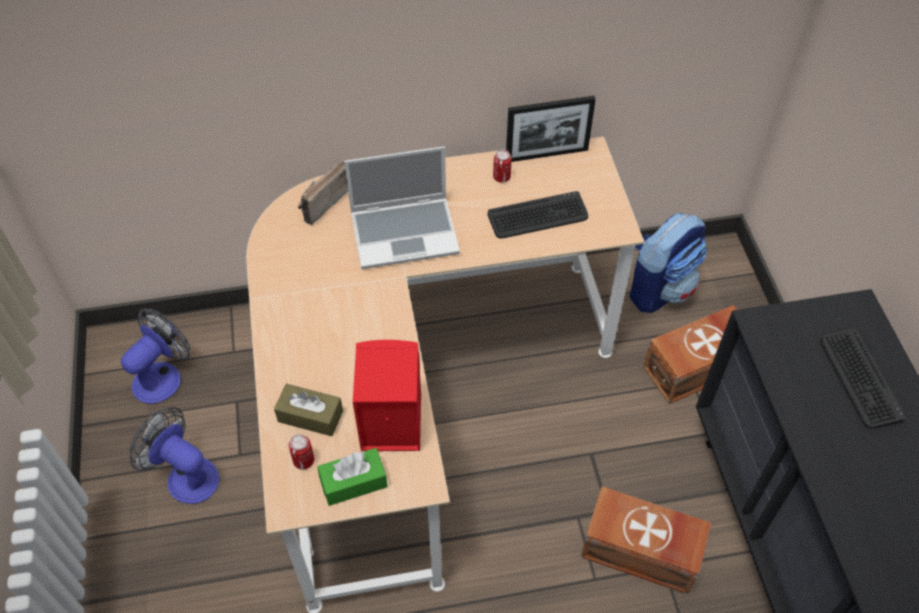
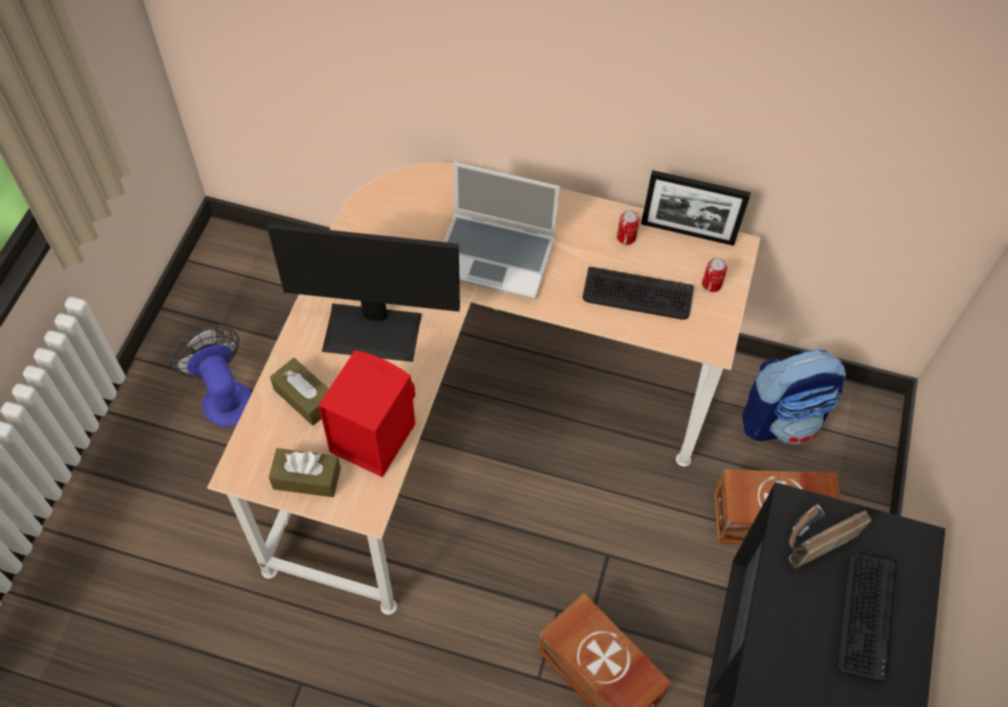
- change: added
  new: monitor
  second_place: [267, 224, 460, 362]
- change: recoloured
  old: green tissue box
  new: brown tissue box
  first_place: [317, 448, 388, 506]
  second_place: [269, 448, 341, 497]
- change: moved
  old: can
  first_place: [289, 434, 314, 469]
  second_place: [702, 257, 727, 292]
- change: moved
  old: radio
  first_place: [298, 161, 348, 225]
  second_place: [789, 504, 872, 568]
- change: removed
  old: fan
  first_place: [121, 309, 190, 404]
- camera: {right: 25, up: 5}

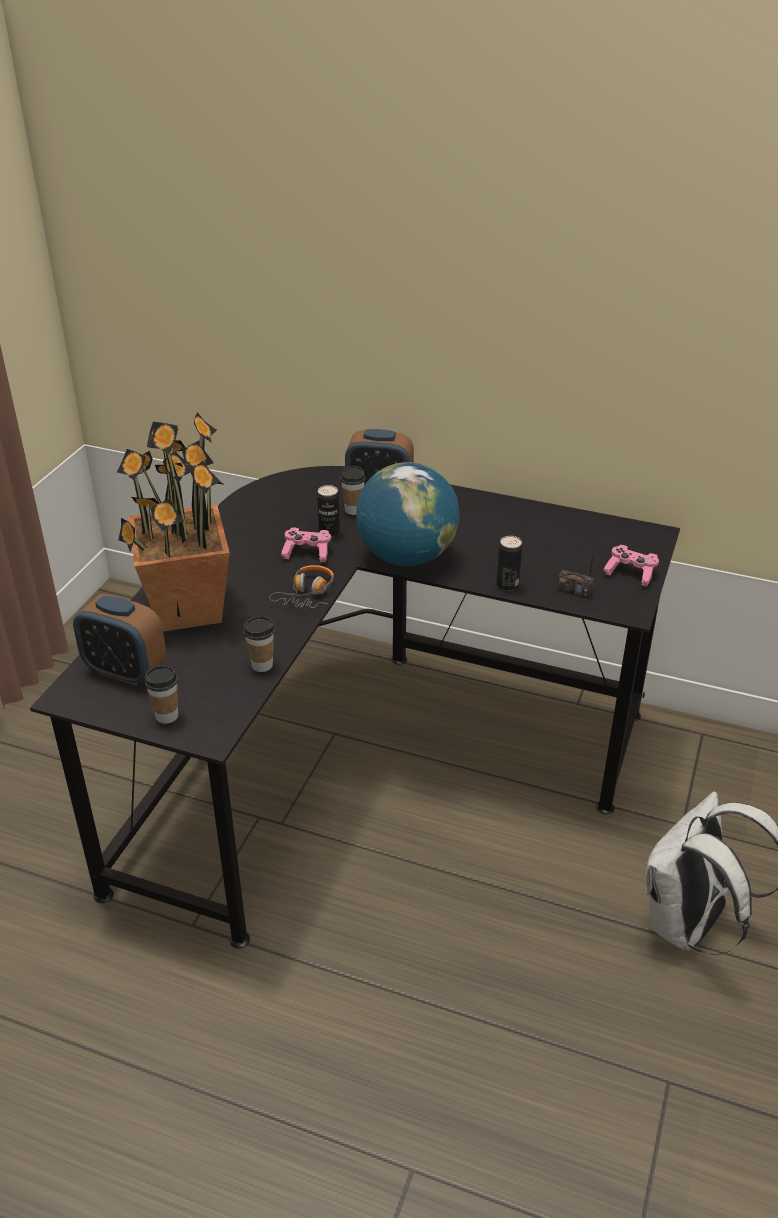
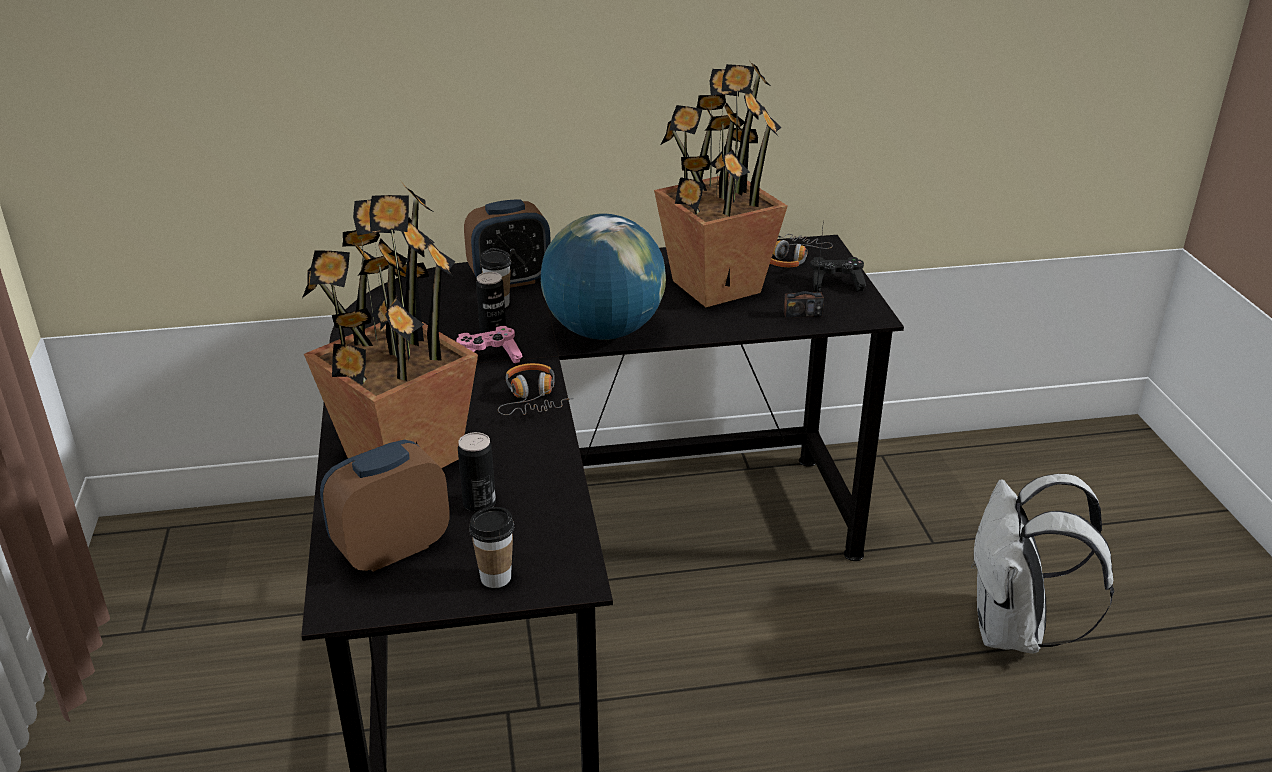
- change: turned
  old: alarm clock
  first_place: [73, 594, 166, 685]
  second_place: [320, 440, 450, 572]
  degrees: 150
- change: moved
  old: can
  first_place: [496, 536, 522, 591]
  second_place: [458, 432, 496, 512]
- change: added
  new: potted plant
  second_place: [654, 60, 788, 307]
- change: added
  new: headphones
  second_place: [770, 234, 833, 267]
- change: recoloured
  old: pink game controller
  new: black game controller
  first_place: [603, 545, 659, 587]
  second_place: [810, 257, 866, 291]
- change: removed
  old: cup
  first_place: [244, 616, 275, 672]
- camera: {right: -30, up: -5}

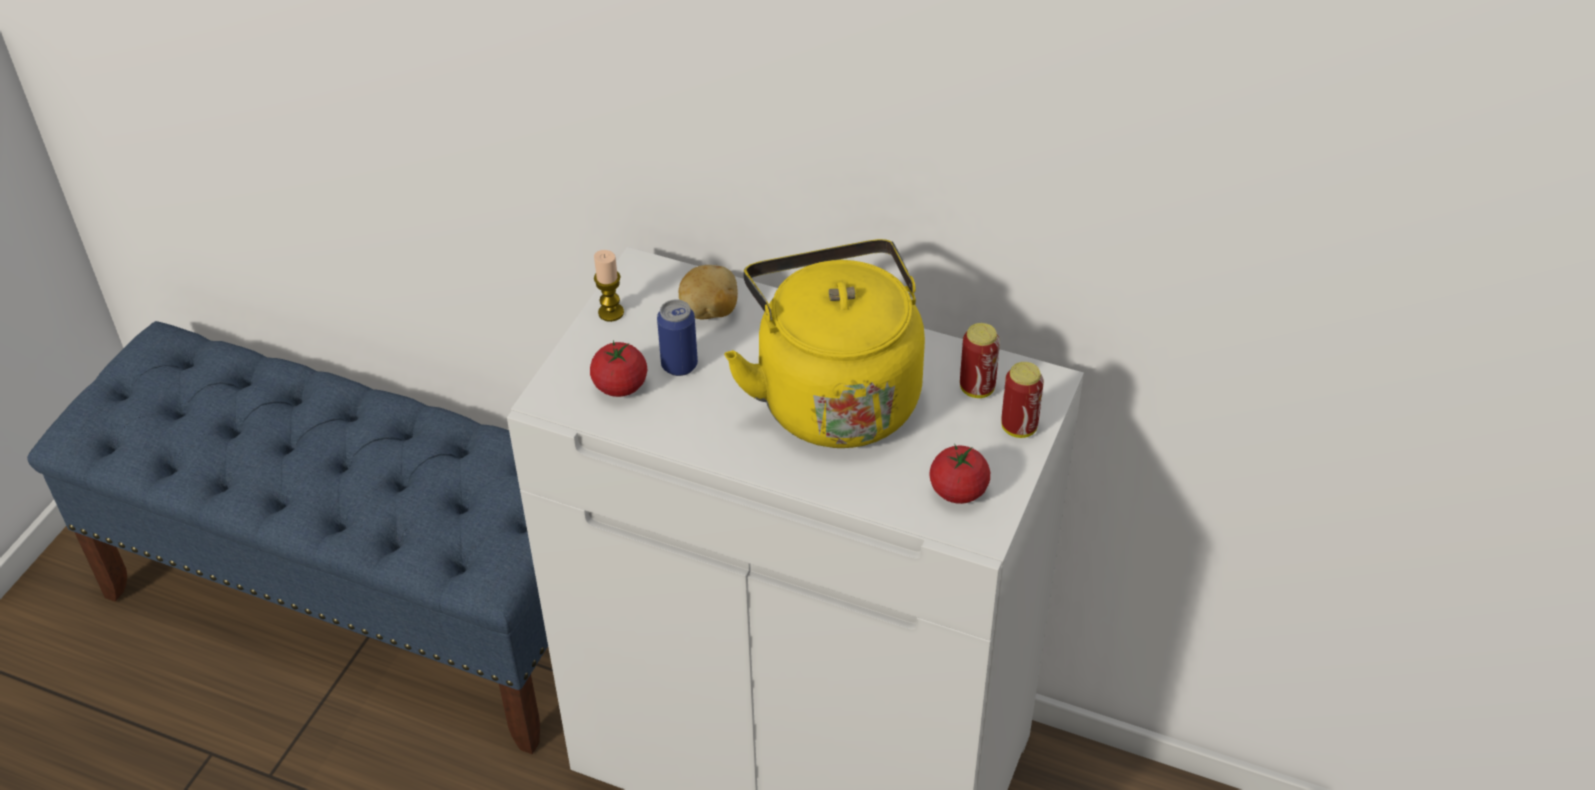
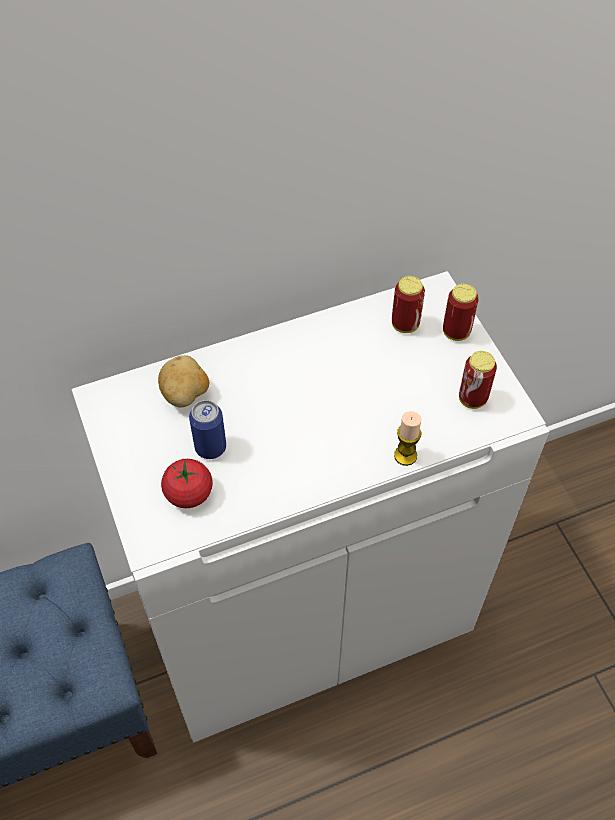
- change: moved
  old: candle
  first_place: [594, 250, 624, 322]
  second_place: [394, 411, 422, 466]
- change: replaced
  old: tomato
  new: can
  first_place: [929, 444, 990, 504]
  second_place: [459, 351, 497, 409]
- change: removed
  old: yellow kettle
  first_place: [724, 239, 925, 448]
- camera: {right: -45, up: 10}

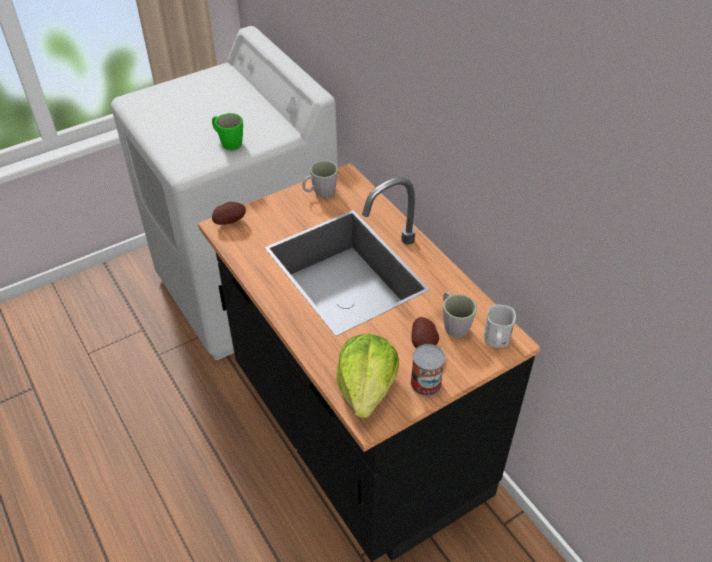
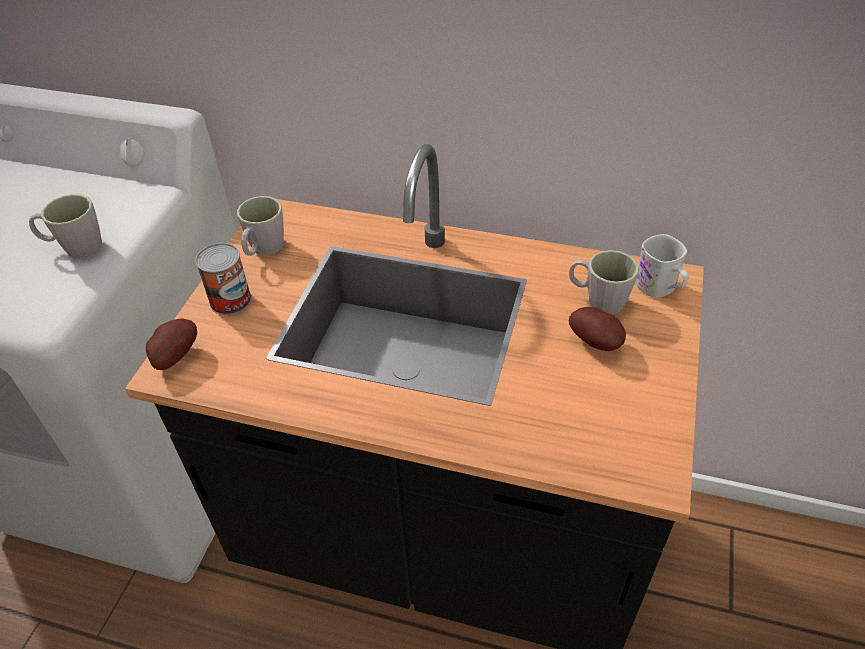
- change: recoloured
  old: green mug
  new: grey mug
  first_place: [212, 113, 243, 150]
  second_place: [29, 194, 102, 259]
- change: moved
  old: can
  first_place: [411, 344, 445, 396]
  second_place: [195, 243, 252, 315]
- change: removed
  old: lettuce
  first_place: [336, 334, 399, 418]
- camera: {right: -40, up: 0}

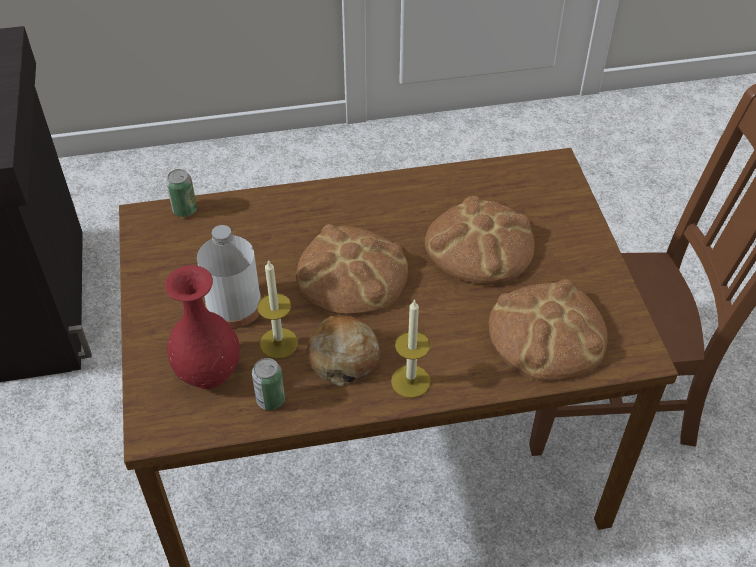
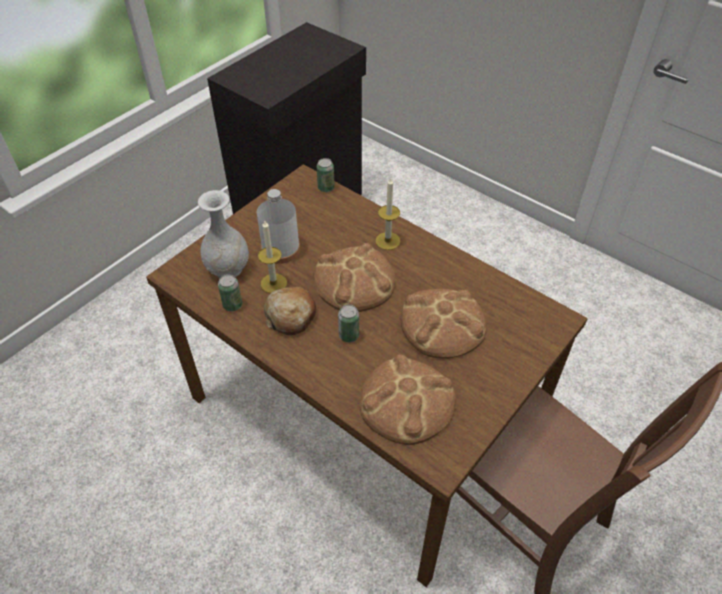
- change: recoloured
  old: red vase
  new: white vase
  first_place: [165, 265, 240, 389]
  second_place: [198, 190, 249, 278]
- change: added
  new: can
  second_place: [338, 304, 359, 342]
- change: moved
  old: candle
  first_place: [391, 299, 431, 398]
  second_place: [375, 177, 400, 250]
- camera: {right: 50, up: 0}

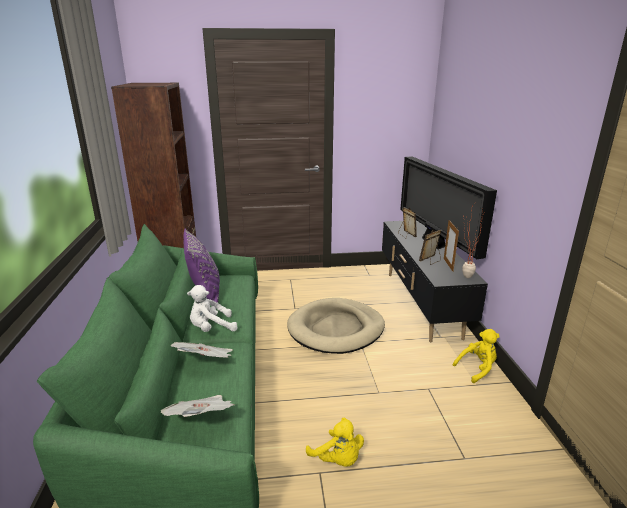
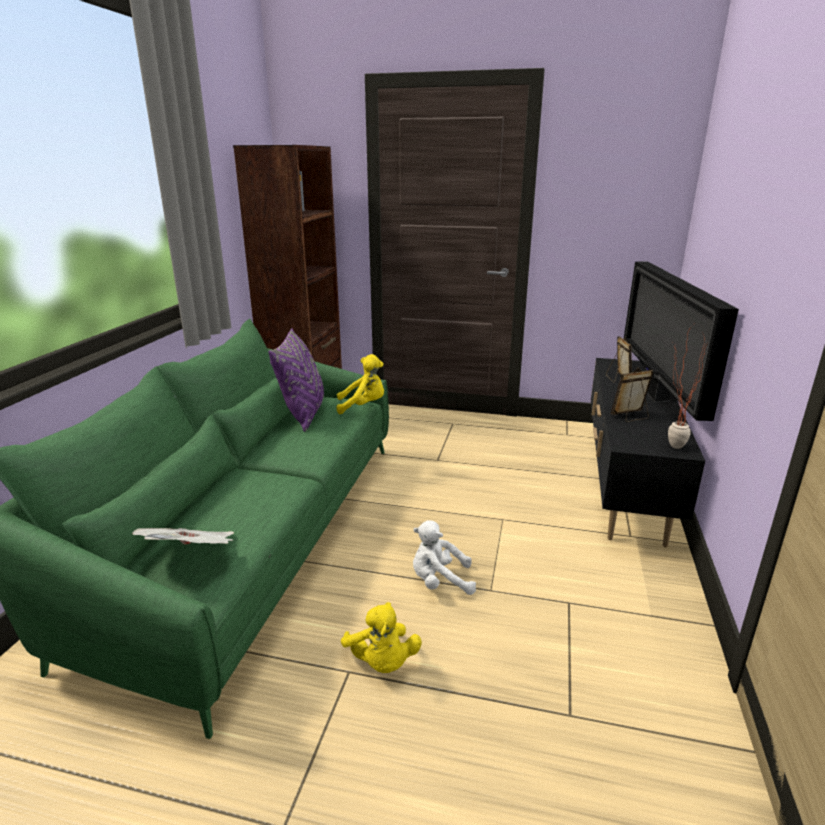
- change: moved
  old: yellow plush toy
  first_place: [453, 329, 500, 383]
  second_place: [337, 354, 384, 414]
- change: moved
  old: white plush toy
  first_place: [187, 285, 238, 332]
  second_place: [413, 520, 476, 595]
- change: removed
  old: newspaper
  first_place: [171, 342, 233, 358]
- change: removed
  old: beige dog bed
  first_place: [287, 298, 385, 354]
- change: removed
  old: picture frame
  first_place: [444, 220, 459, 272]
- camera: {right: 20, up: 0}

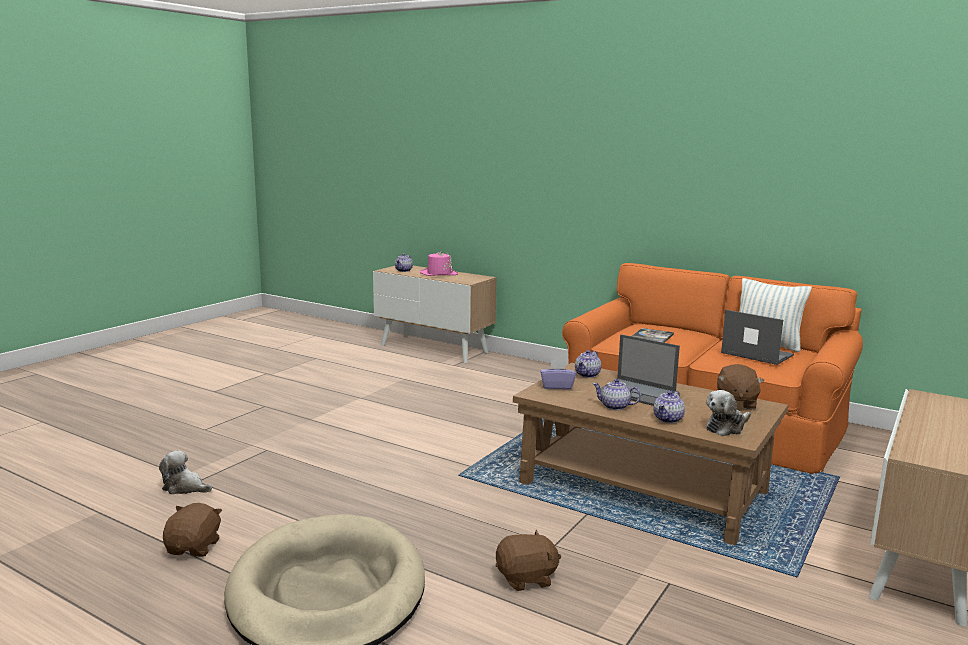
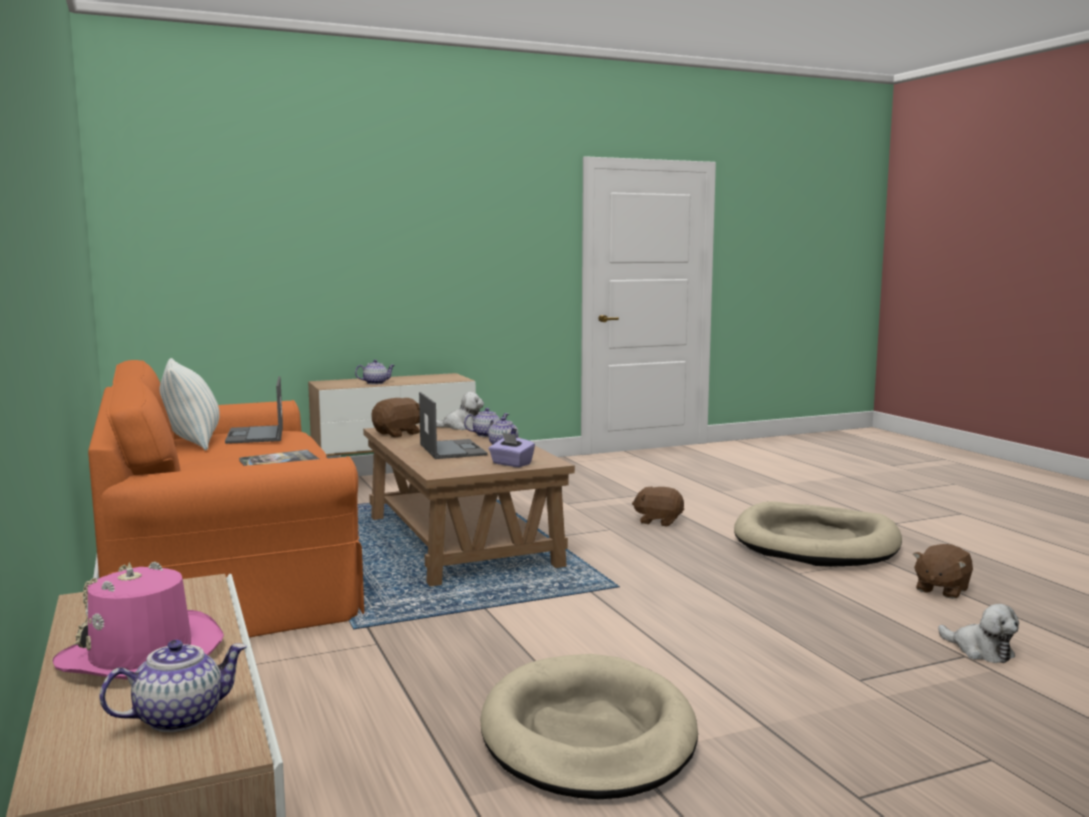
- change: moved
  old: teapot
  first_place: [575, 350, 601, 378]
  second_place: [355, 360, 395, 385]
- change: added
  new: beige dog bed
  second_place: [480, 654, 698, 799]
- camera: {right: -145, up: -5}

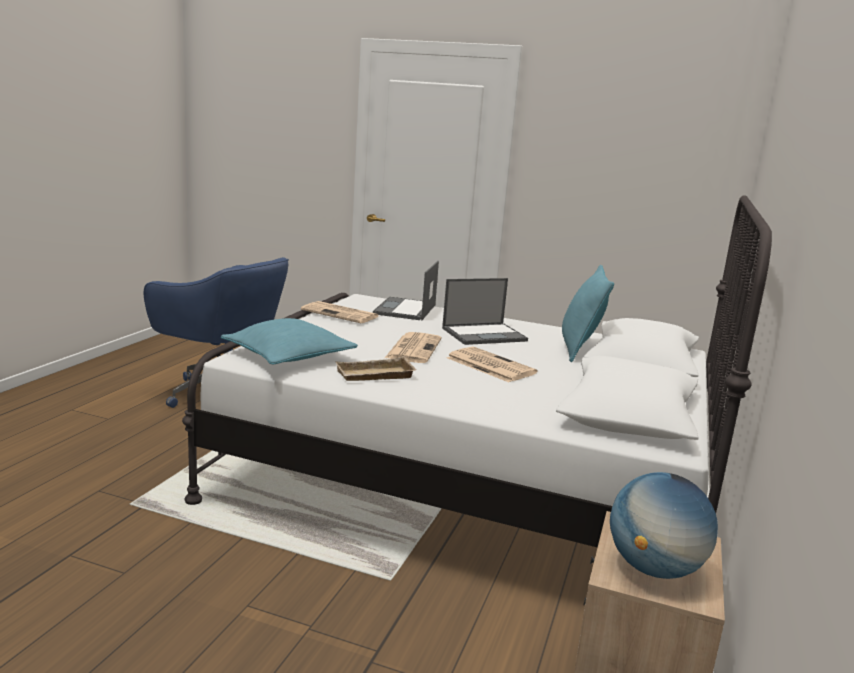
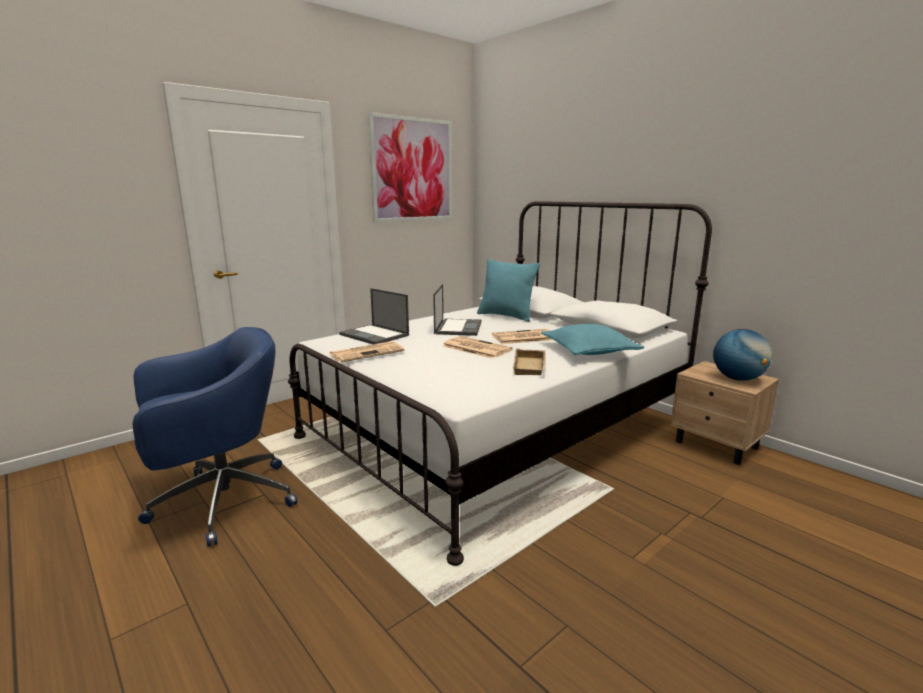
- change: added
  new: picture
  second_place: [368, 112, 452, 222]
- change: moved
  old: turquoise pillow
  first_place: [221, 318, 358, 365]
  second_place: [541, 324, 644, 355]
- camera: {right: -60, up: 0}

